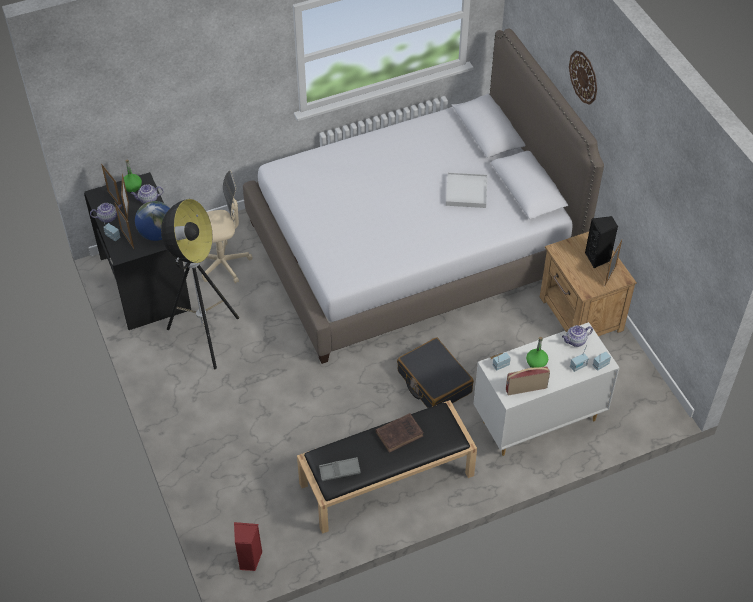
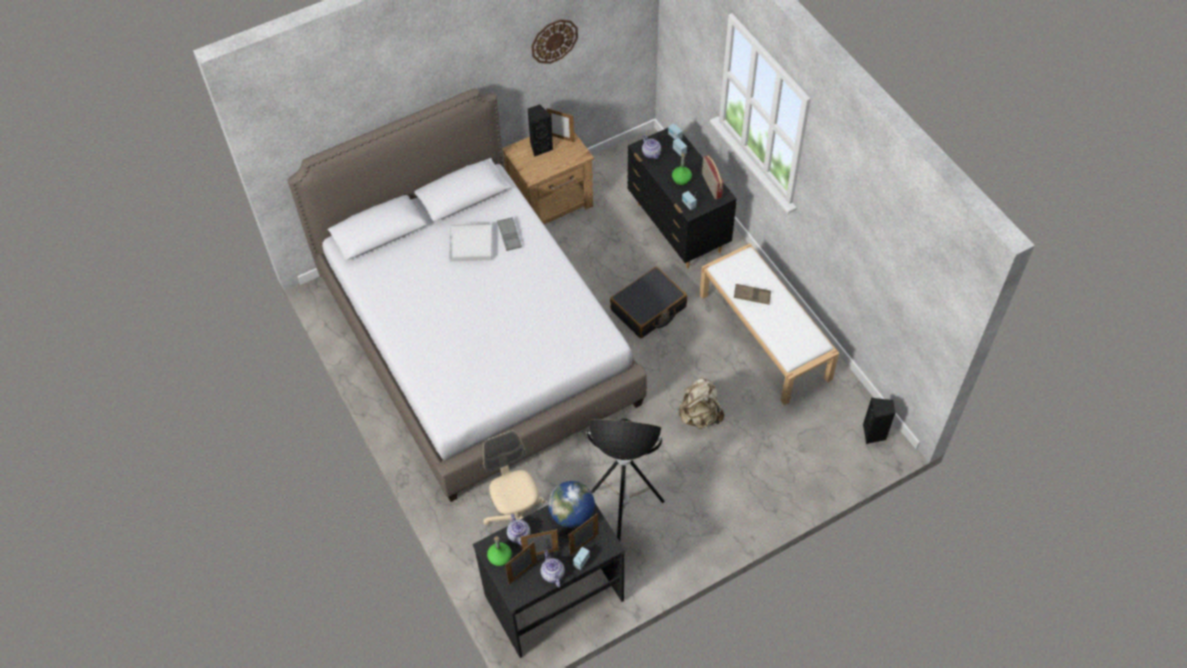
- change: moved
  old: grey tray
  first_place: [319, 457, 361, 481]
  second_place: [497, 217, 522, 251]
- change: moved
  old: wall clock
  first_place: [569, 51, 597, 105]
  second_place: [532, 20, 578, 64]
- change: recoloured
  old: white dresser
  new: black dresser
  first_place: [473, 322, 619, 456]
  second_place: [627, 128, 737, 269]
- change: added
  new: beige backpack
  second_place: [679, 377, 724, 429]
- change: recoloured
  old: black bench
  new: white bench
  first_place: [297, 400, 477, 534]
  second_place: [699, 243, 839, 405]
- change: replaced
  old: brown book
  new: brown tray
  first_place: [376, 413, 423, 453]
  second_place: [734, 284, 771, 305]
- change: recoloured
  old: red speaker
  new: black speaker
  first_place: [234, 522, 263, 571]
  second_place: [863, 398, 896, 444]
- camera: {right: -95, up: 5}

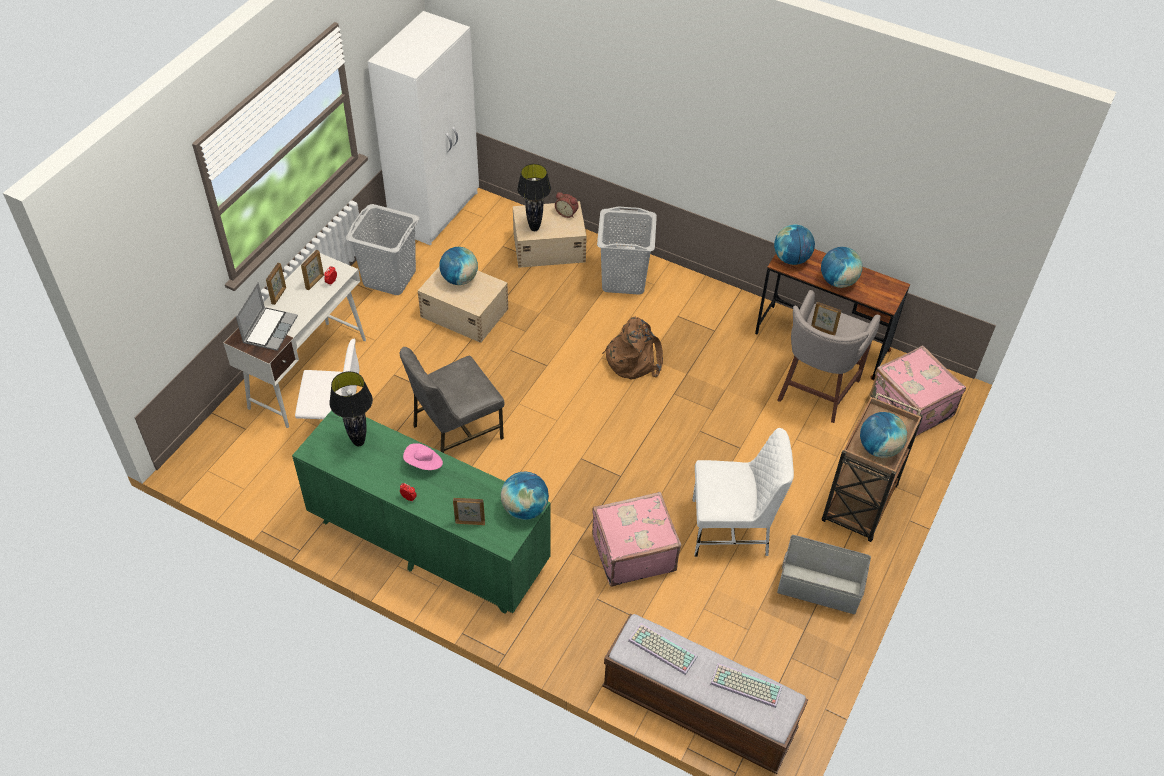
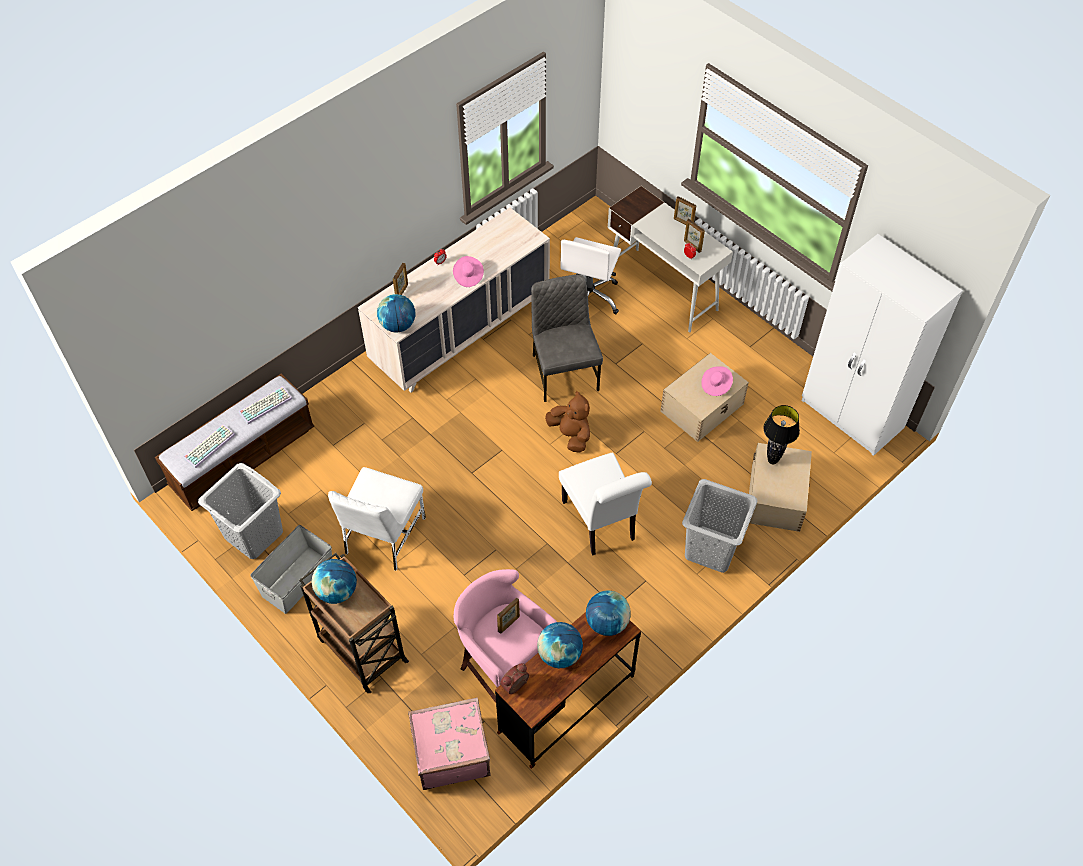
- change: moved
  old: grey laundry basket
  first_place: [346, 204, 419, 295]
  second_place: [198, 463, 283, 559]
- change: recoloured
  old: green dresser
  new: beige dresser
  first_place: [292, 410, 551, 614]
  second_place: [358, 208, 550, 393]
- change: recoloured
  old: grey stool
  new: pink stool
  first_place: [777, 290, 881, 423]
  second_place: [453, 569, 557, 703]
- change: moved
  old: alarm clock
  first_place: [555, 192, 579, 218]
  second_place: [500, 663, 529, 694]
- change: added
  new: brown plush toy
  second_place: [545, 391, 590, 453]
- change: replaced
  old: brown backpack
  new: white chair
  first_place: [602, 316, 663, 380]
  second_place: [559, 452, 652, 556]
- change: replaced
  old: globe
  new: pink hat
  first_place: [439, 247, 478, 285]
  second_place: [701, 366, 733, 396]
- change: removed
  old: laptop
  first_place: [236, 282, 298, 351]
- change: removed
  old: black table lamp
  first_place: [329, 371, 373, 446]
- change: removed
  old: pink suitcase
  first_place: [592, 492, 681, 586]
- camera: {right: 110, up: 5}

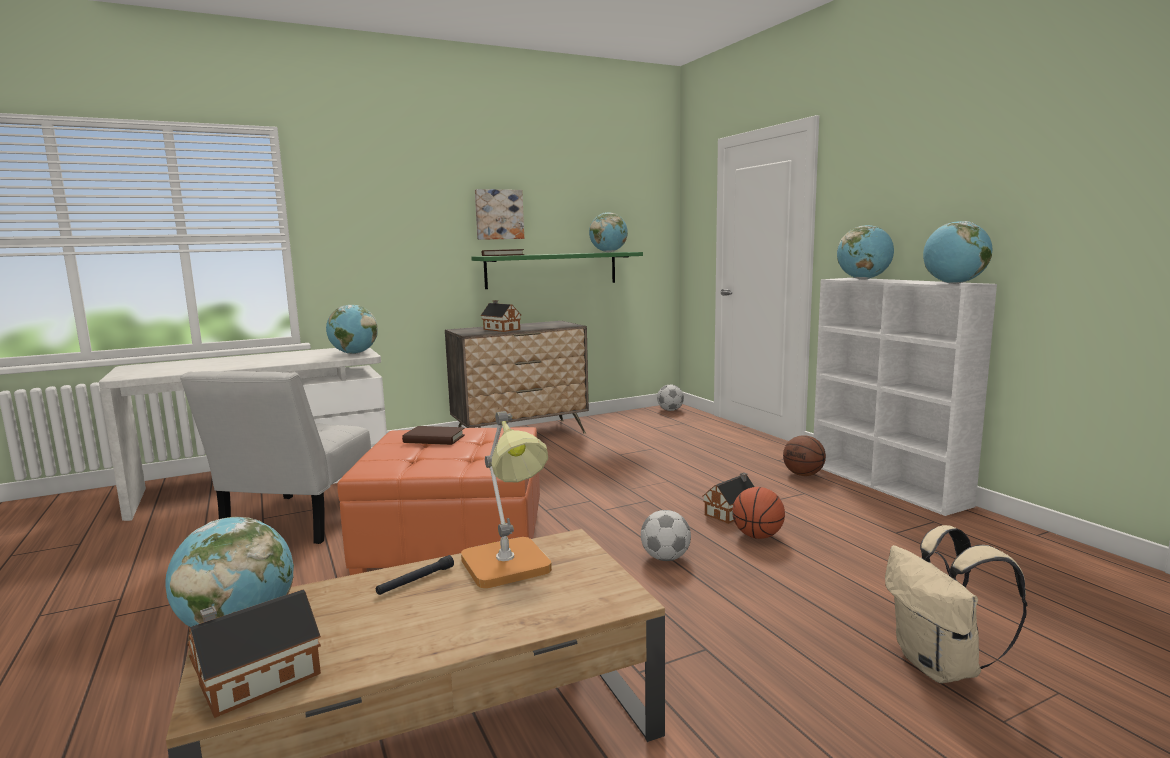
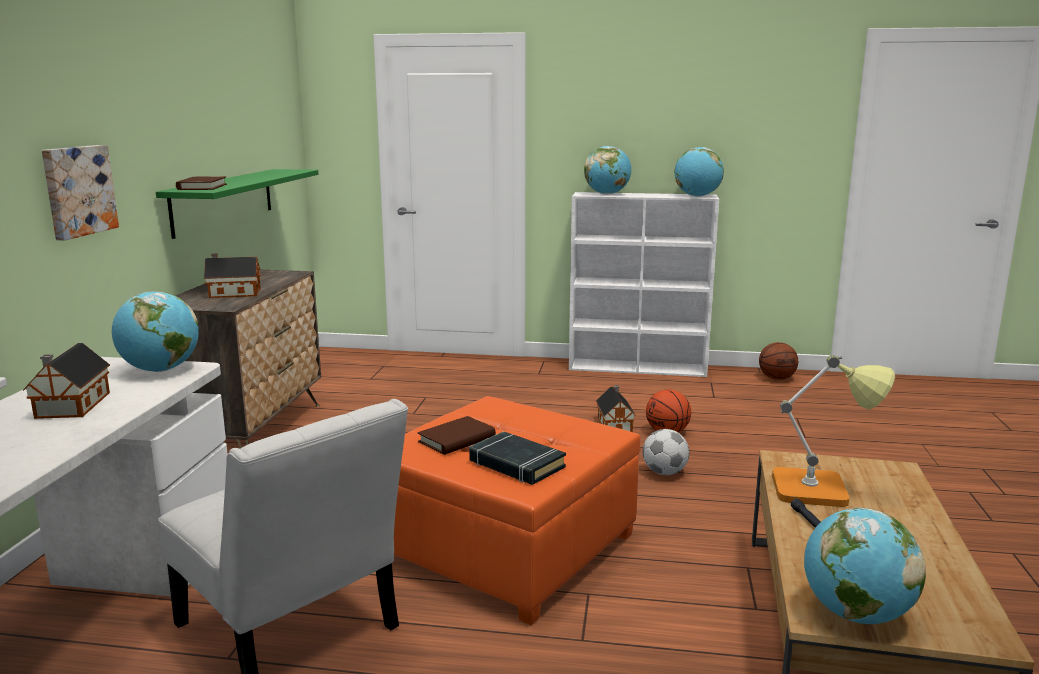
- change: moved
  old: toy house
  first_place: [187, 589, 321, 718]
  second_place: [23, 343, 110, 419]
- change: moved
  old: picture
  first_place: [475, 189, 524, 240]
  second_place: [42, 145, 119, 241]
- change: added
  new: black book
  second_place: [469, 431, 566, 485]
- change: moved
  old: basketball
  first_place: [783, 435, 826, 476]
  second_place: [759, 342, 798, 380]
- change: removed
  old: globe
  first_place: [589, 213, 628, 252]
- change: removed
  old: football
  first_place: [657, 385, 684, 411]
- change: removed
  old: beige backpack
  first_place: [885, 525, 1027, 683]
- camera: {right: -55, up: 5}

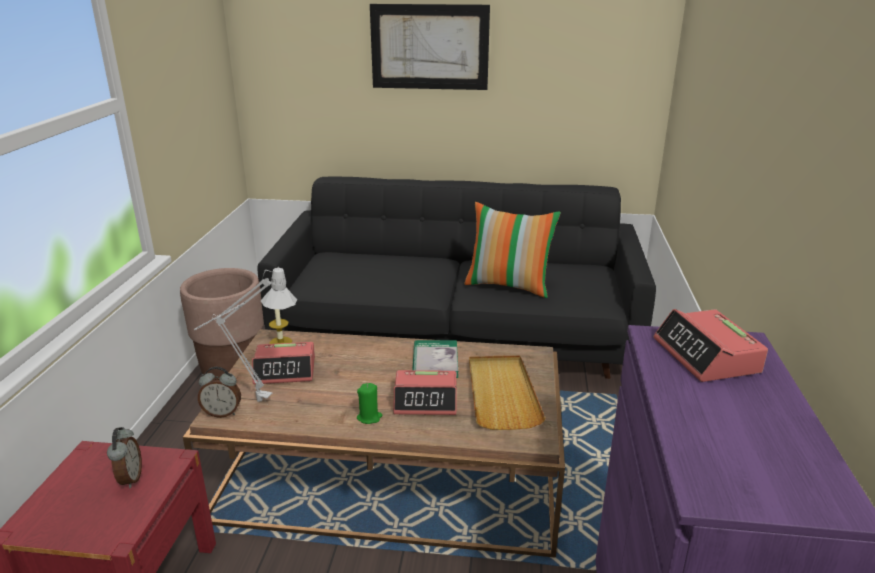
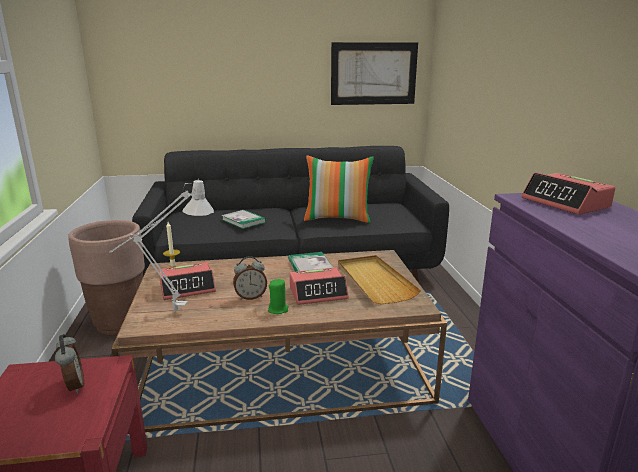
- change: added
  new: book
  second_place: [221, 210, 266, 229]
- change: moved
  old: alarm clock
  first_place: [198, 367, 241, 418]
  second_place: [233, 256, 267, 300]
- change: moved
  old: picture
  first_place: [370, 4, 490, 90]
  second_place: [331, 42, 418, 105]
- camera: {right: -15, up: -5}

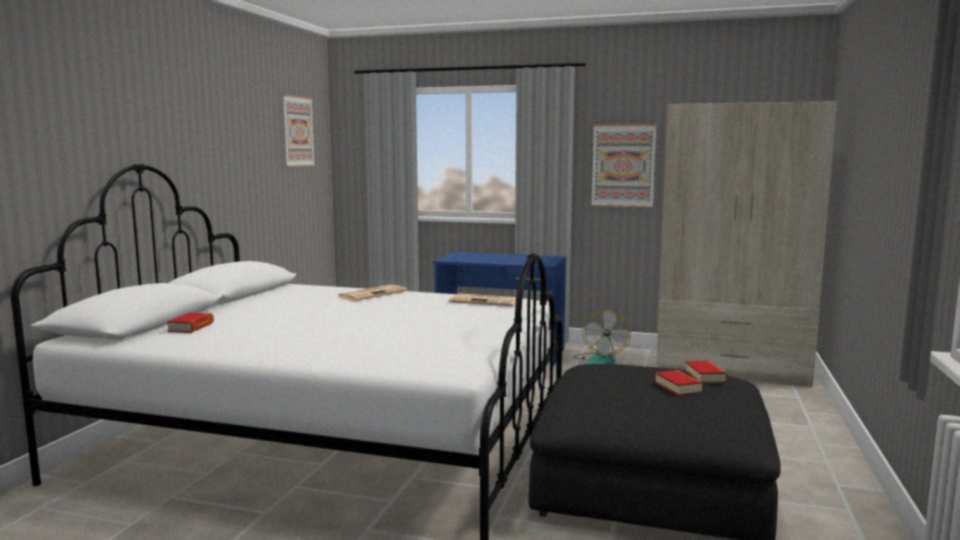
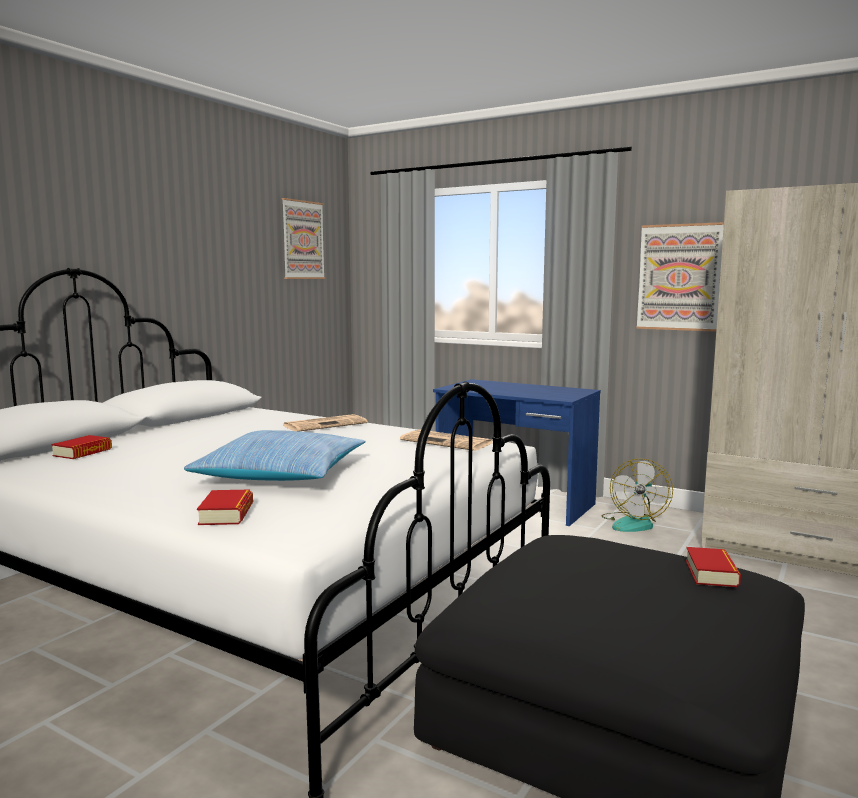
- change: added
  new: pillow
  second_place: [184, 430, 366, 481]
- change: moved
  old: book
  first_place: [655, 370, 703, 396]
  second_place: [197, 490, 253, 525]
- camera: {right: 15, up: 0}

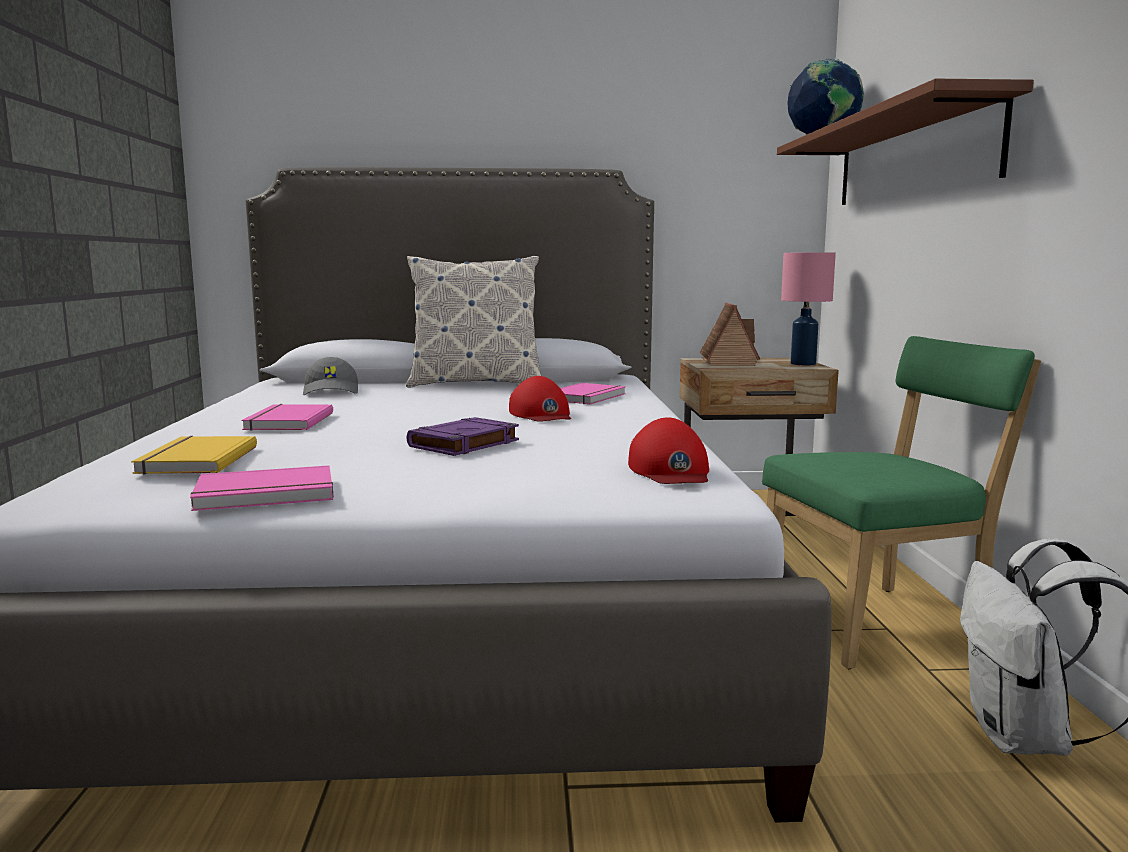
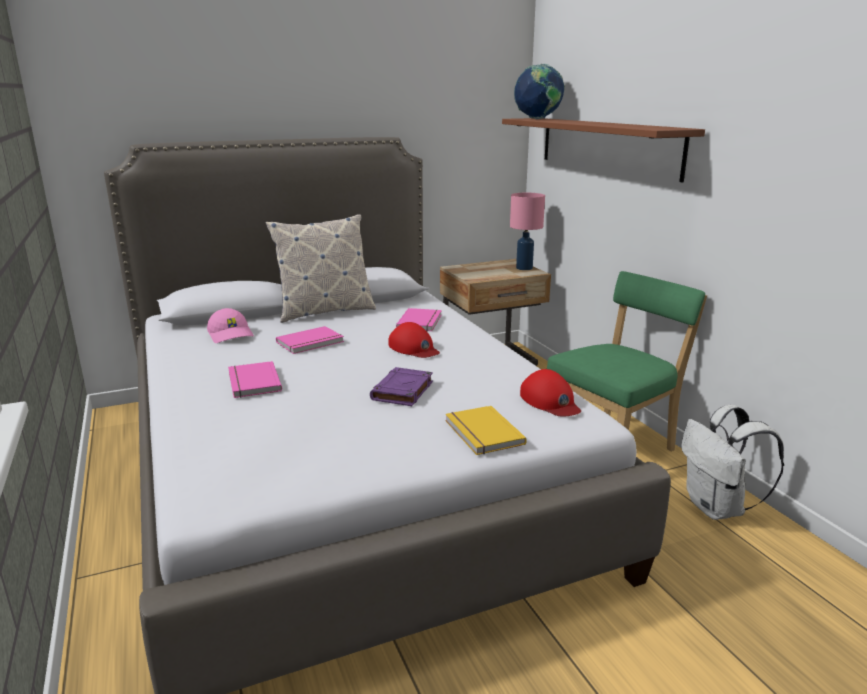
- change: recoloured
  old: grey cap
  new: pink cap
  first_place: [303, 357, 358, 395]
  second_place: [207, 308, 254, 343]
- change: moved
  old: pink book
  first_place: [190, 465, 333, 511]
  second_place: [276, 326, 344, 354]
- change: moved
  old: yellow book
  first_place: [131, 436, 257, 474]
  second_place: [445, 406, 527, 455]
- change: removed
  old: toy house
  first_place: [699, 303, 760, 366]
- camera: {right: -20, up: 10}

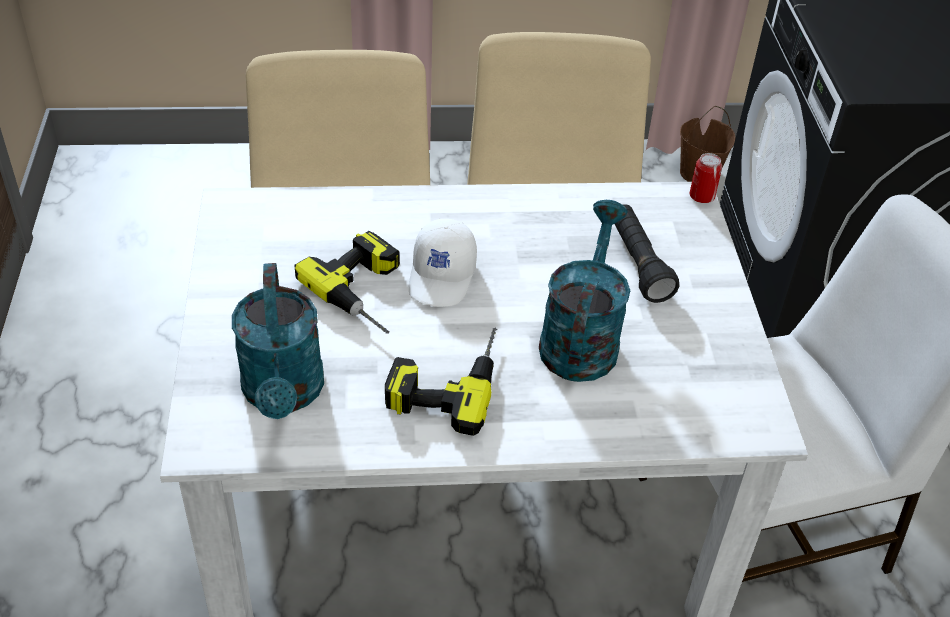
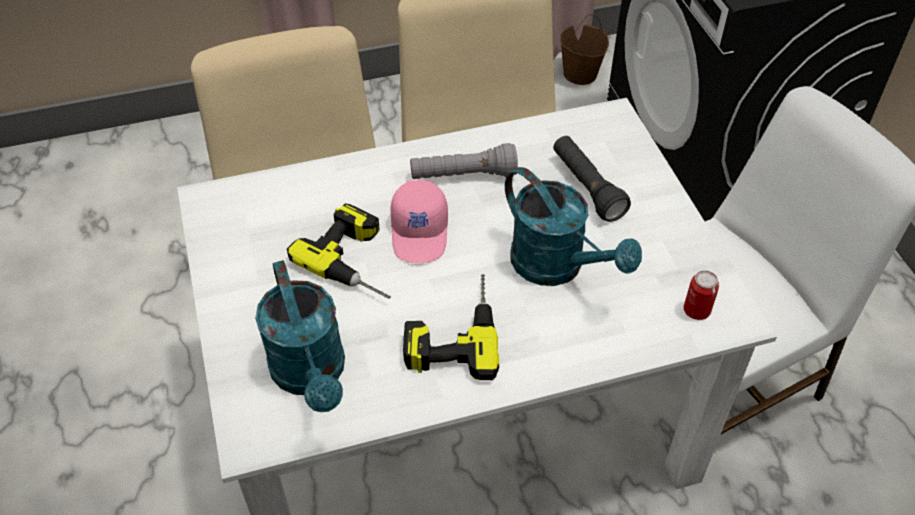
- change: recoloured
  old: white cap
  new: pink cap
  first_place: [409, 219, 477, 307]
  second_place: [390, 180, 448, 263]
- change: added
  new: grey flashlight
  second_place: [410, 143, 518, 179]
- change: turned
  old: turquoise watering can
  first_place: [539, 200, 630, 382]
  second_place: [505, 167, 642, 286]
  degrees: 135
- change: moved
  old: can
  first_place: [690, 153, 722, 203]
  second_place: [684, 270, 719, 320]
- camera: {right: -10, up: 5}

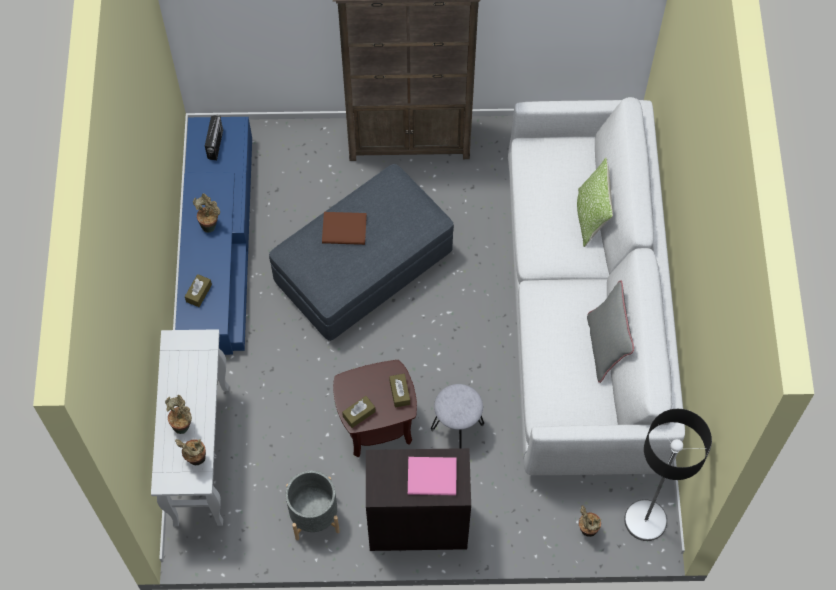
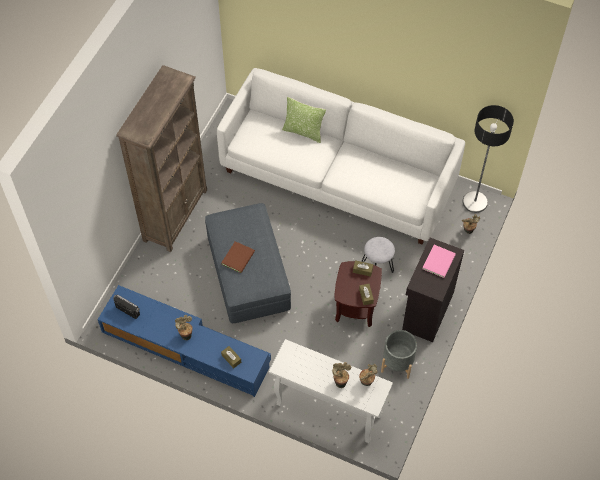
- change: removed
  old: grey pillow
  first_place: [587, 280, 634, 383]
- camera: {right: -65, up: -5}

